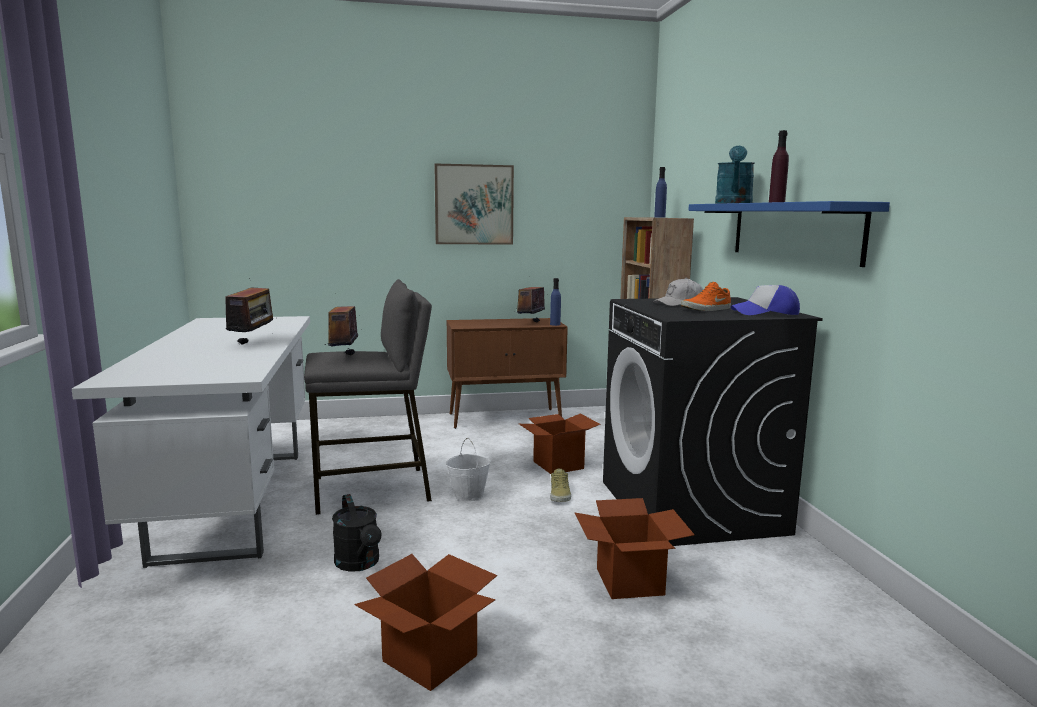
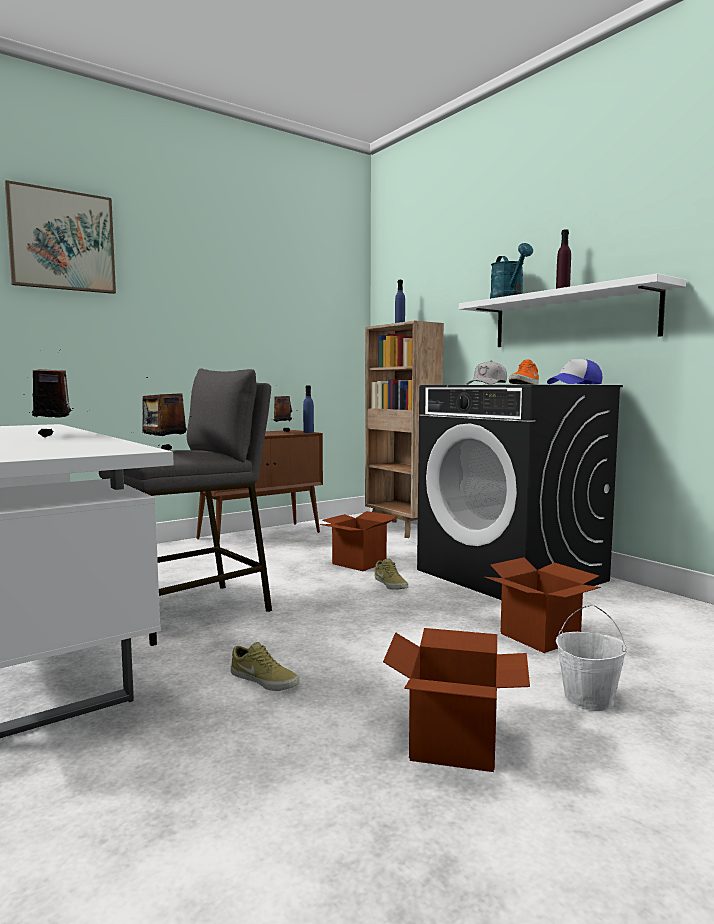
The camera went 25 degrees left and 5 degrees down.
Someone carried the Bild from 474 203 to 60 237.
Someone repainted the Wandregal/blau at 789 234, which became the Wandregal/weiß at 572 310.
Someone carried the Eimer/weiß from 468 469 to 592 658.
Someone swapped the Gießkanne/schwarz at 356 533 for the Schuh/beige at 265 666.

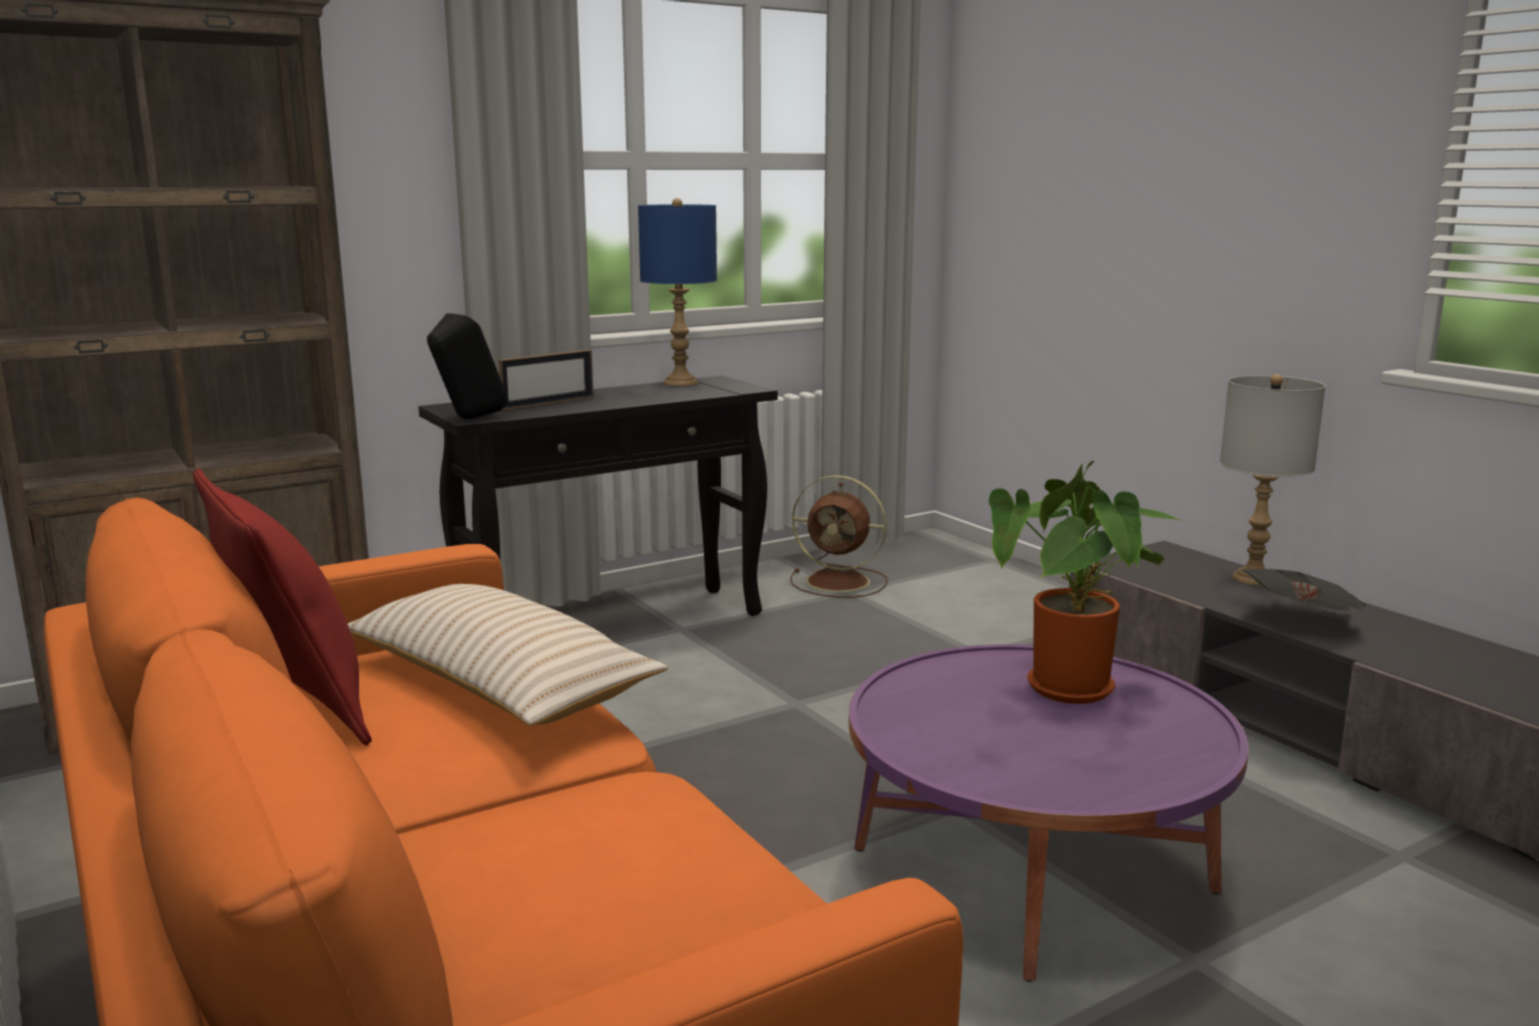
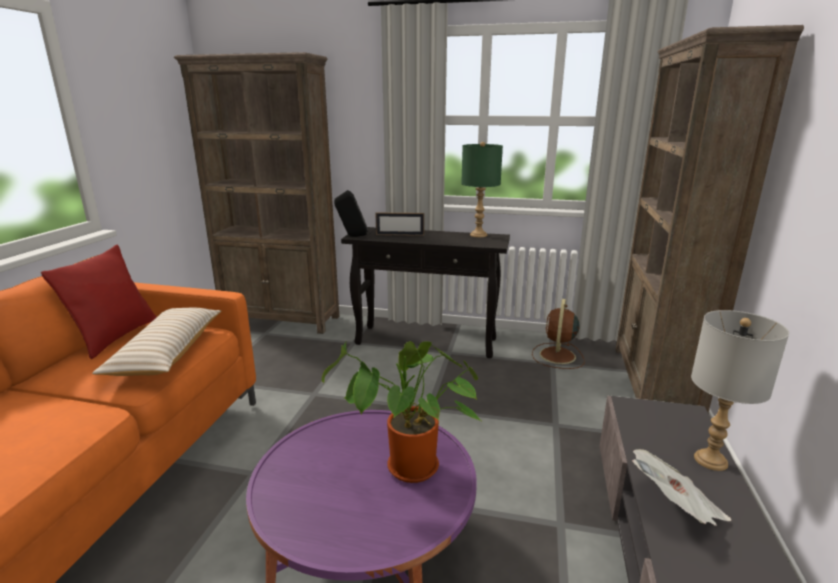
The camera went 45 degrees right and 5 degrees up.
Someone repainted the Tischlampe/blau at 677 292, which became the Tischlampe/grün at 482 189.
Someone rotated the Ventilator/braun at 839 536 by 45 degrees clockwise.
Someone put down the Bücherregal/braun at 709 219.

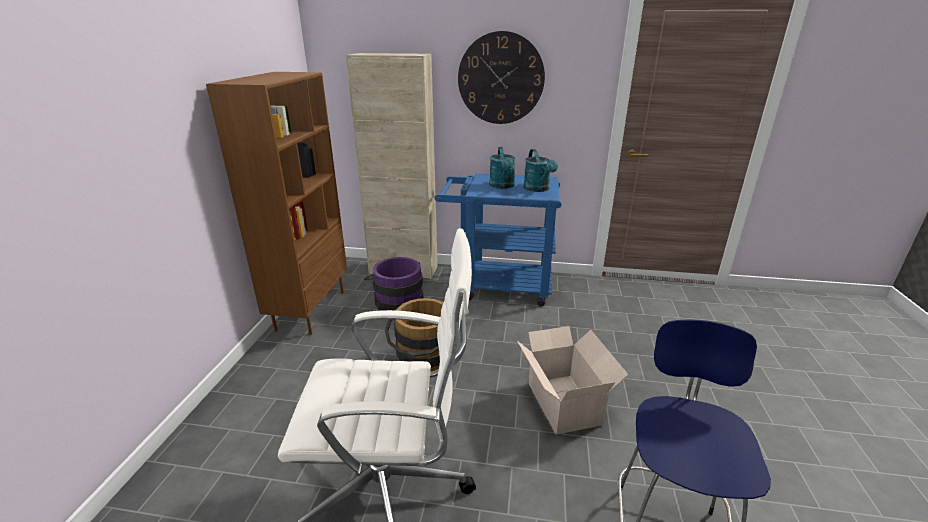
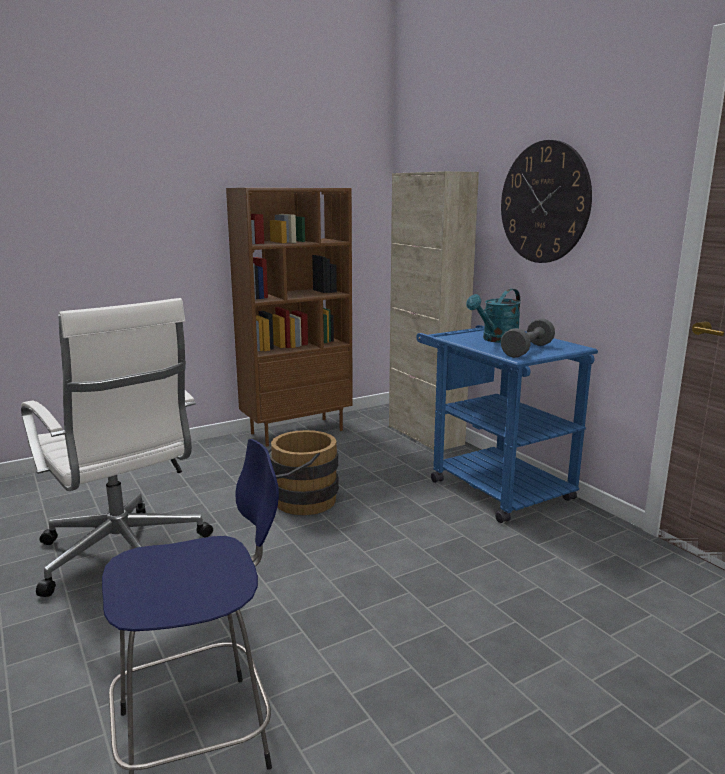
The camera went 50 degrees right and 10 degrees down.
Someone swapped the Gießkanne/türkis at 540 170 for the Hantel/grau at 528 338.
Someone took away the Eimer/lila at 393 288.
Someone took away the Karton at 573 380.

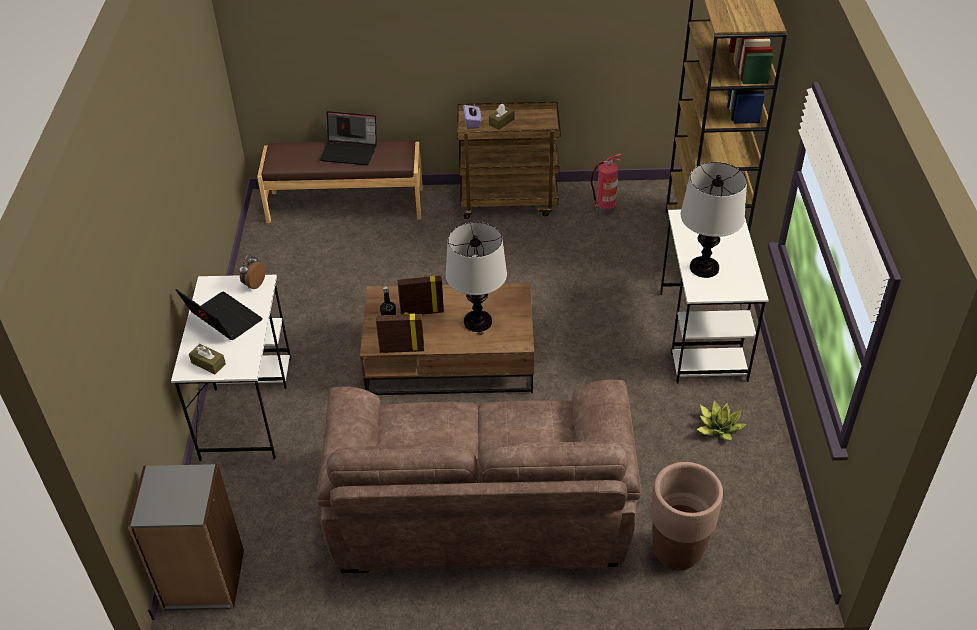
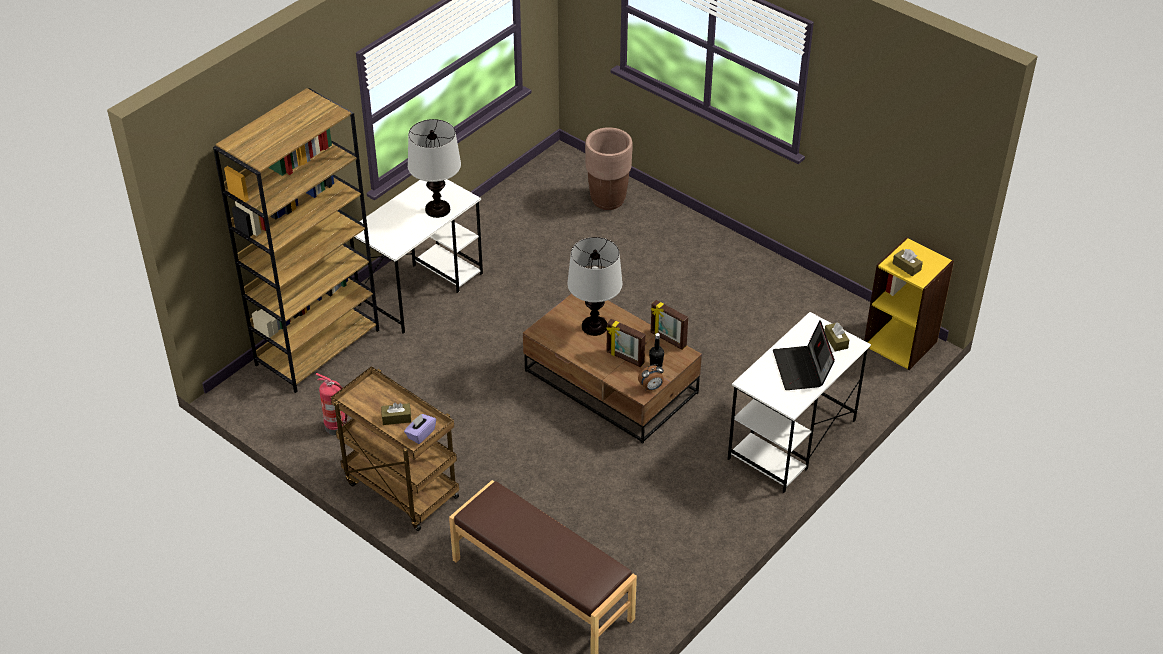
The camera went 140 degrees left and 0 degrees up.
Someone took away the Laptop at 348 138.
Someone carried the Wecker from 252 271 to 651 377.
Someone took away the Sofa/braun at 479 476.
Someone took away the Topfpflanze at 722 421.
Someone repainted the Bücherregal/grau at 185 537, which became the Bücherregal/gelb at 909 303.
Someone put down the Taschentuchbox/braun at 908 262.

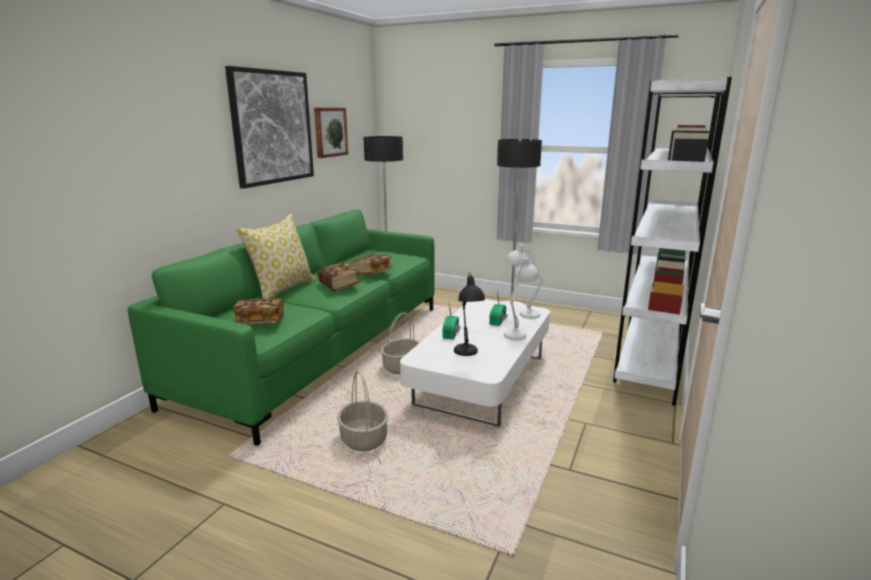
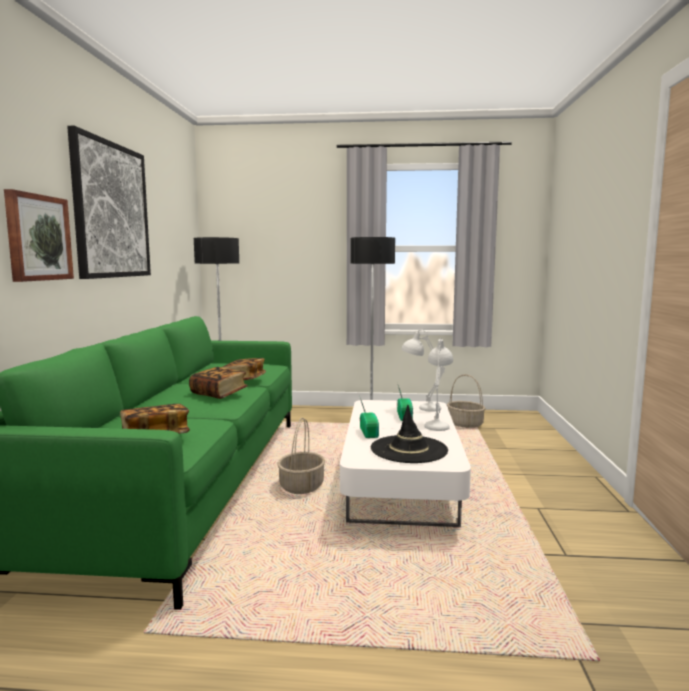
The camera went 20 degrees left and 10 degrees down.
Someone took away the Bücherregal/weiß at 672 241.
Someone carried the Bild from 331 133 to 39 235.
Someone took away the Kissen at 276 256.
Someone swapped the Tischlampe/schwarz at 469 314 for the Hut/schwarz at 409 434.
Someone carried the Korb from 362 411 to 466 401.

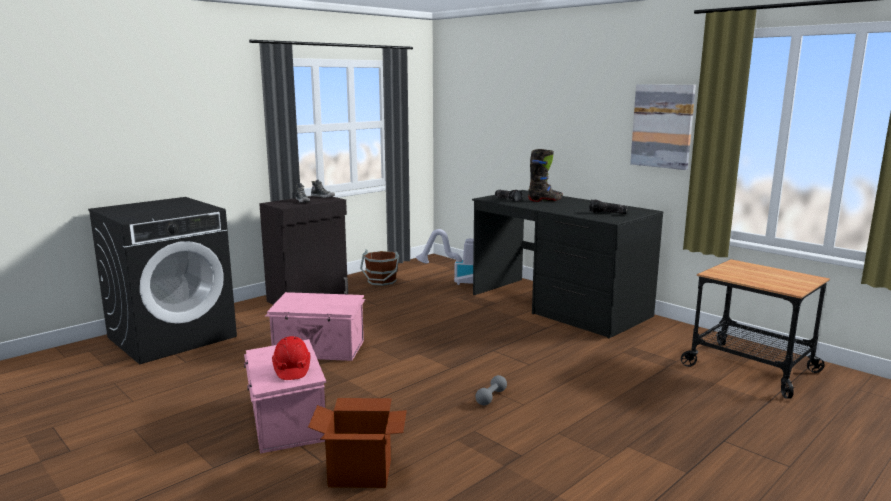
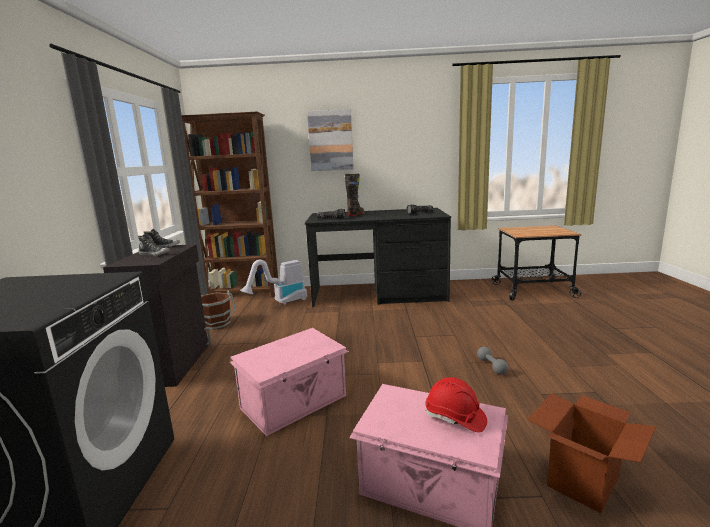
The camera went 45 degrees left and 0 degrees up.
Someone carried the Bild from 663 127 to 330 140.
Someone put down the Bücherregal/braun at 230 204.

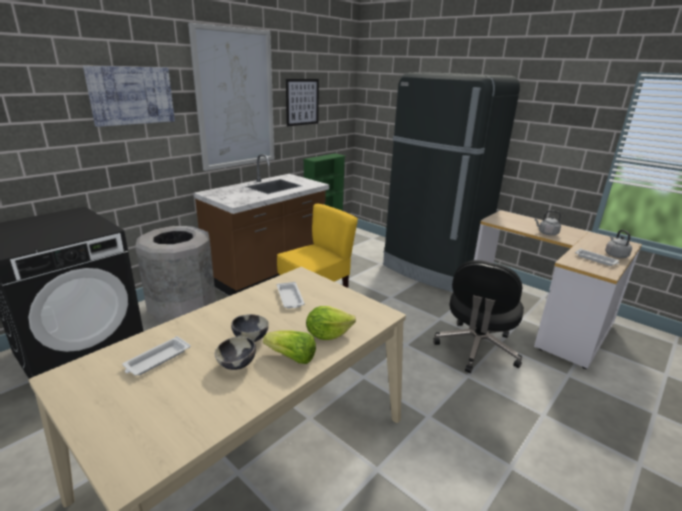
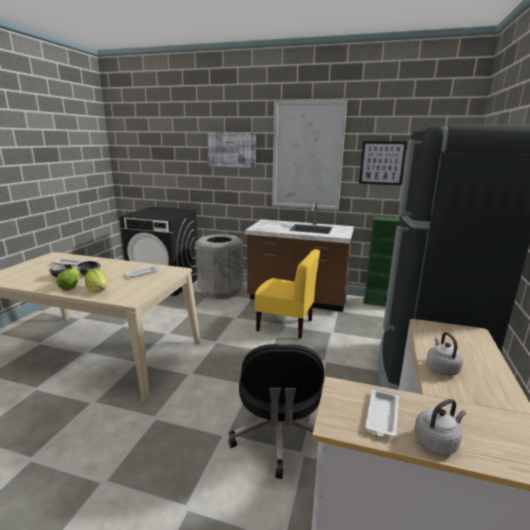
The camera went 65 degrees right and 5 degrees down.
Someone rotated the Bürostuhl/schwarz at 478 316 by 90 degrees counterclockwise.

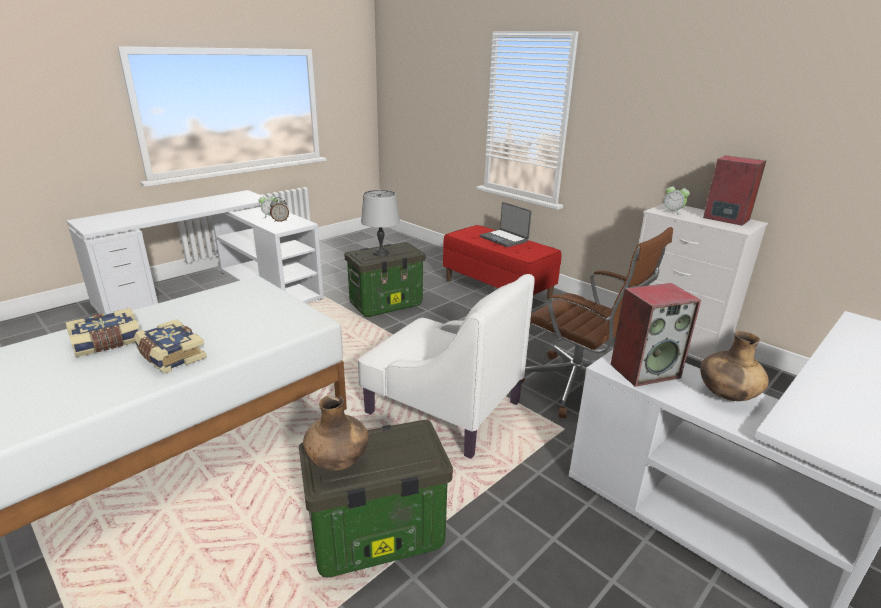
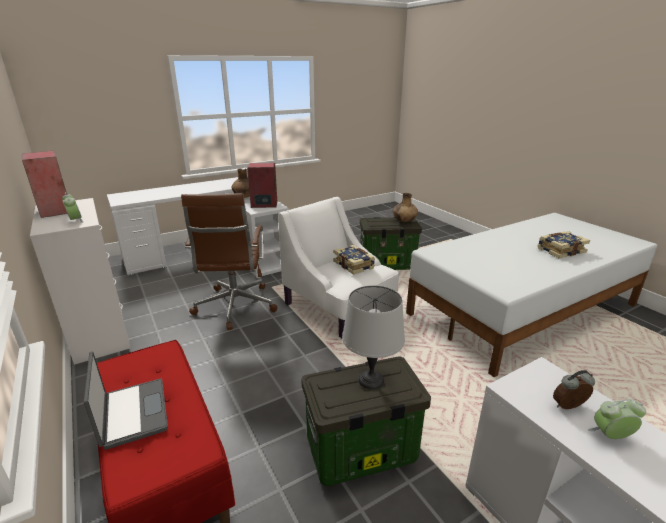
The camera went 165 degrees left and 0 degrees up.
Someone rotated the Bürostuhl/braun at 597 322 by 150 degrees counterclockwise.
Someone carried the Buch from 170 346 to 354 260.

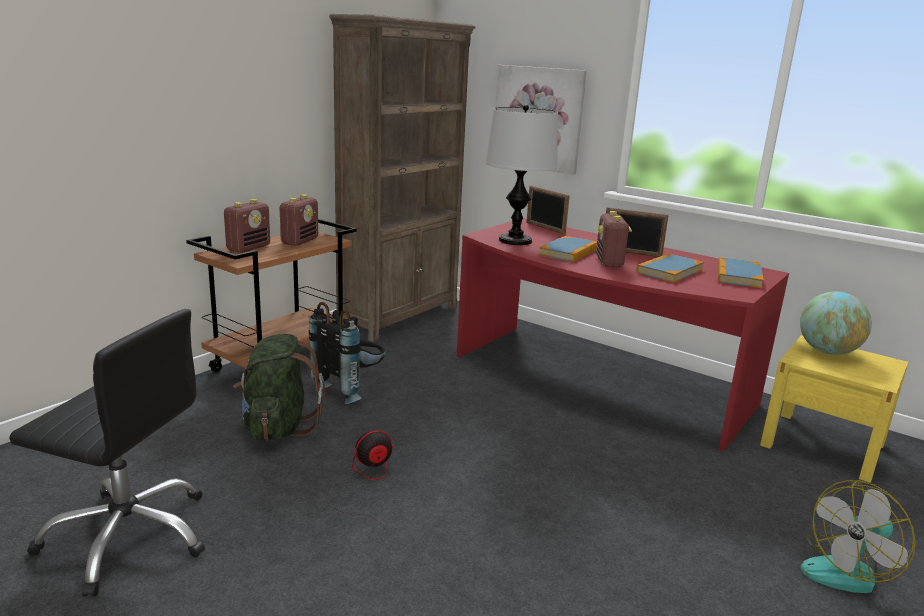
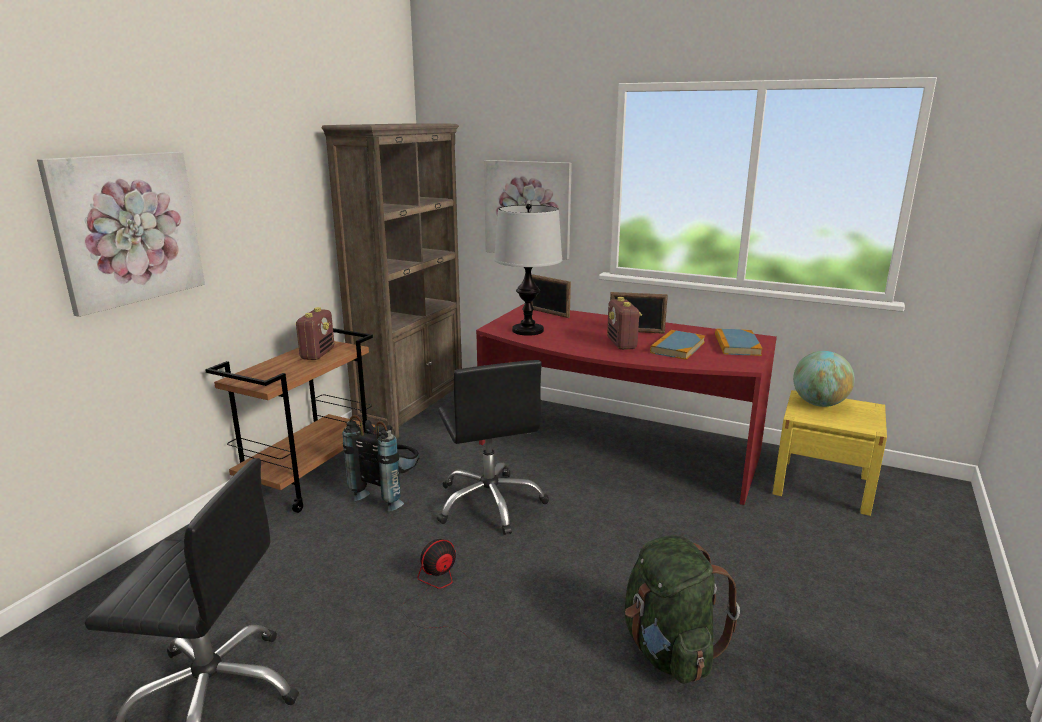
The camera went 10 degrees left and 0 degrees up.
Someone took away the Radio at 247 226.
Someone took away the Buch at 568 249.
Someone carried the Rucksack/grün from 279 387 to 682 609.
Someone took away the Ventilator at 858 536.
Someone put up the Bild at 121 234.
Someone put down the Bürostuhl/schwarz at 493 447.

